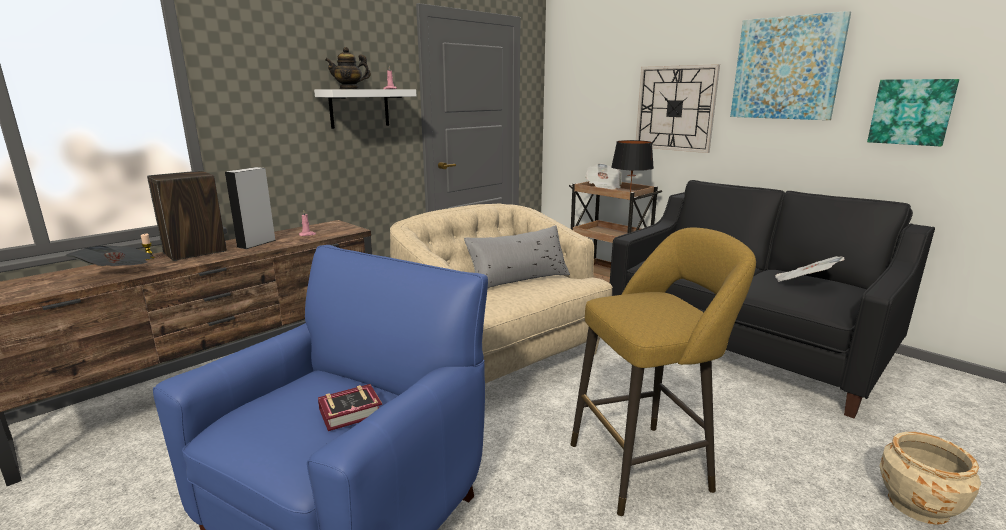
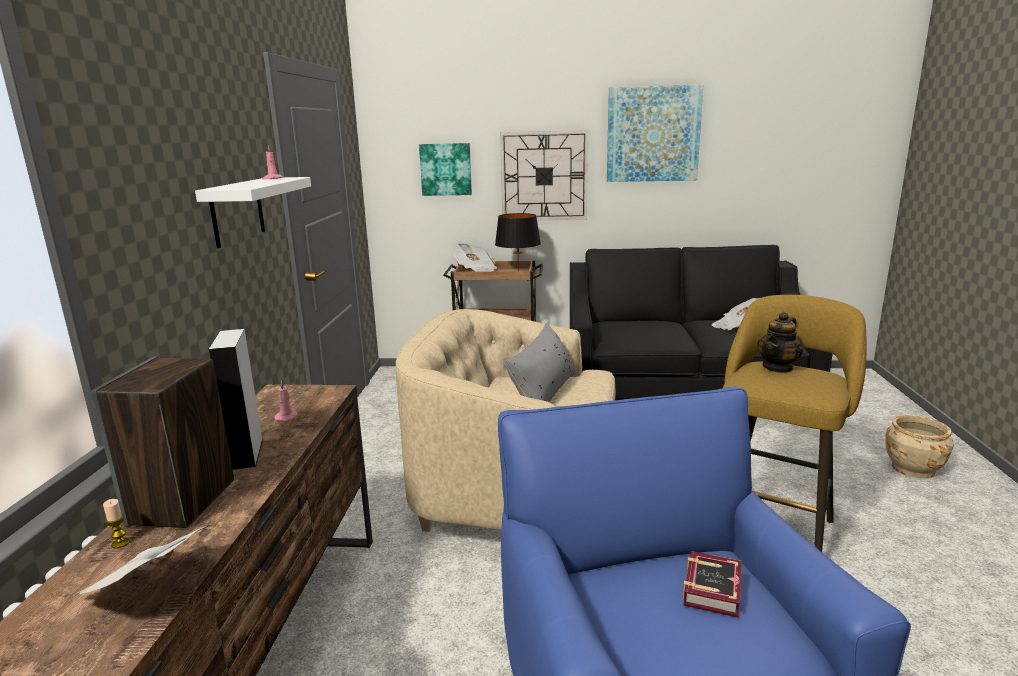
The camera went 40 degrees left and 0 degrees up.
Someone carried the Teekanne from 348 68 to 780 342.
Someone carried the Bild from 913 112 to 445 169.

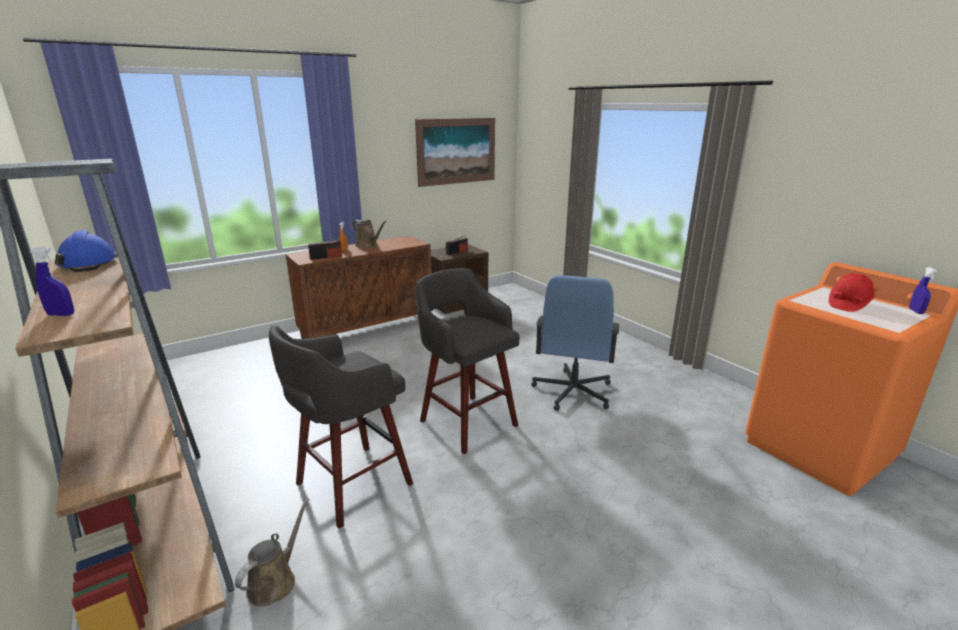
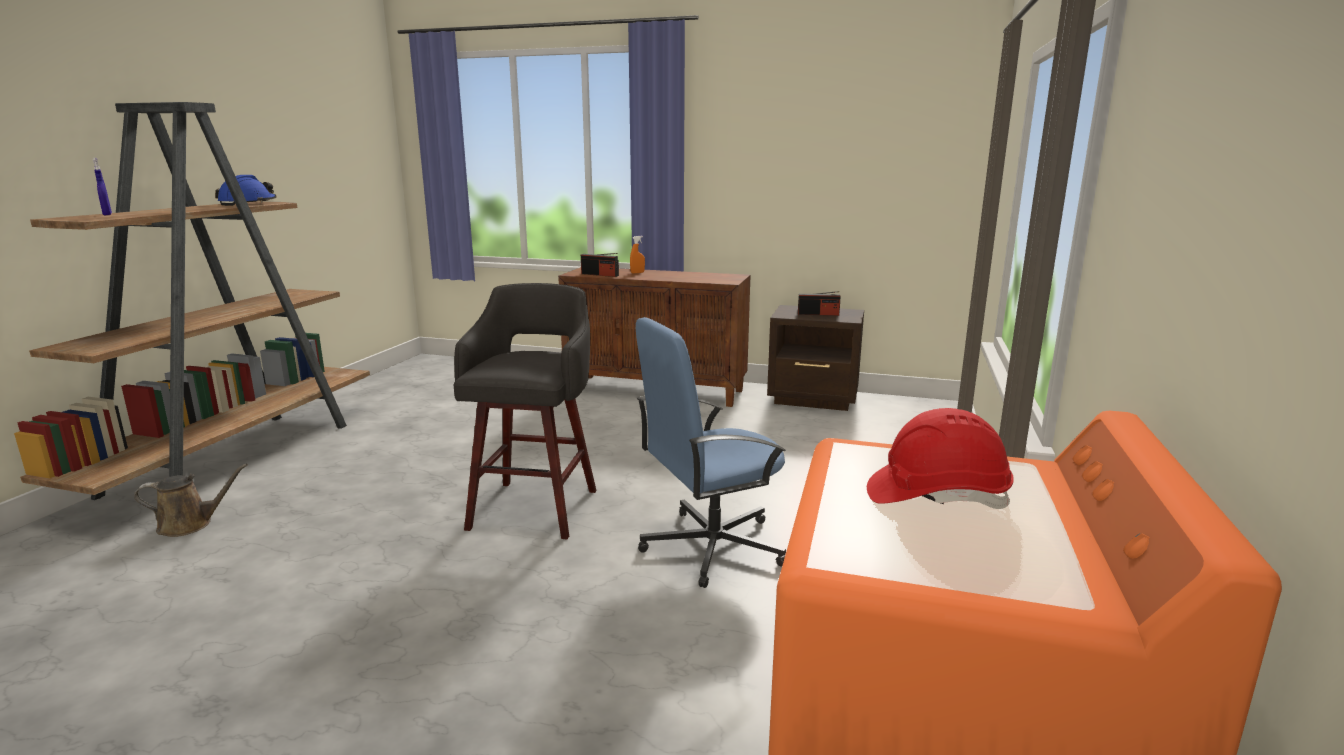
The camera went 50 degrees right and 5 degrees down.
Someone took away the Bild at 455 152.
Someone took away the Gießkanne/braun at 369 233.
Someone took away the Sprühflasche/blau at 923 290.
Someone took away the Hocker/grau at 341 427.

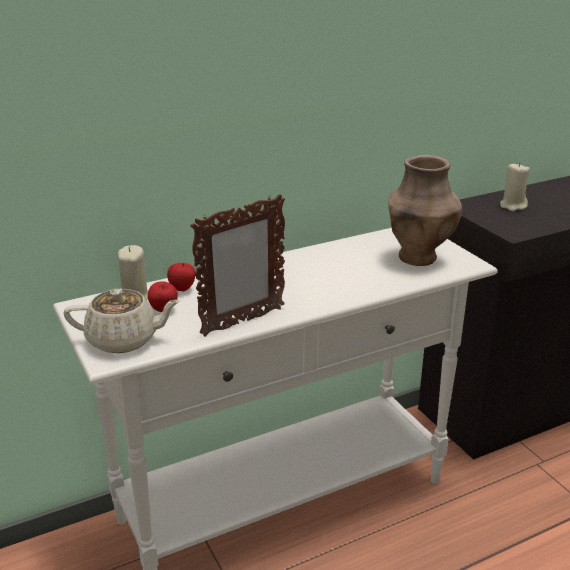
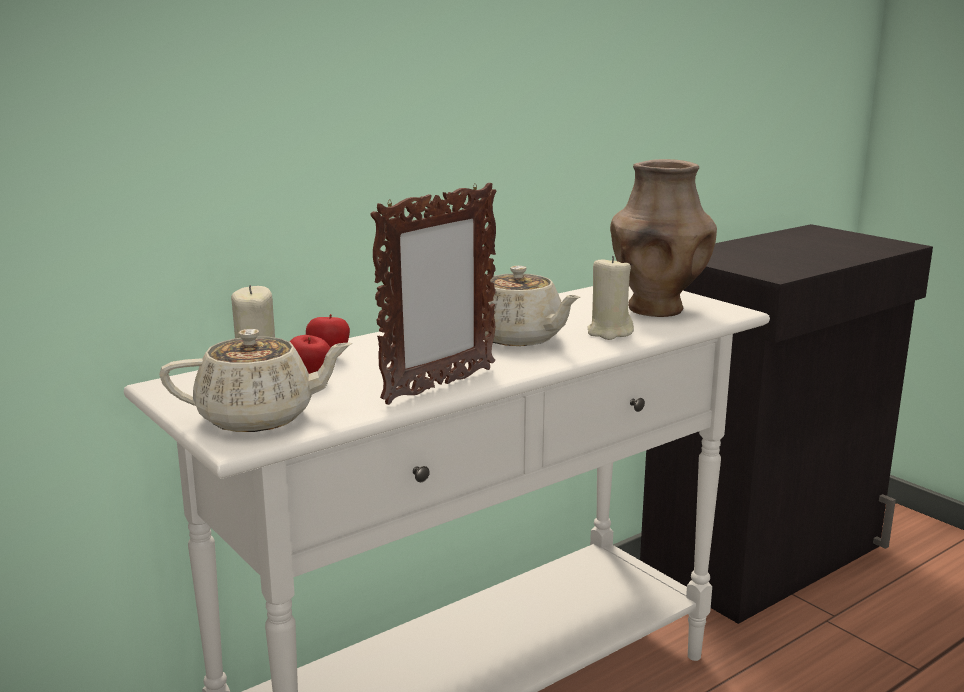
The camera went 10 degrees left and 10 degrees down.
Someone carried the Kerze/beige from 515 186 to 610 298.
Someone put down the Teekanne/beige at 531 306.

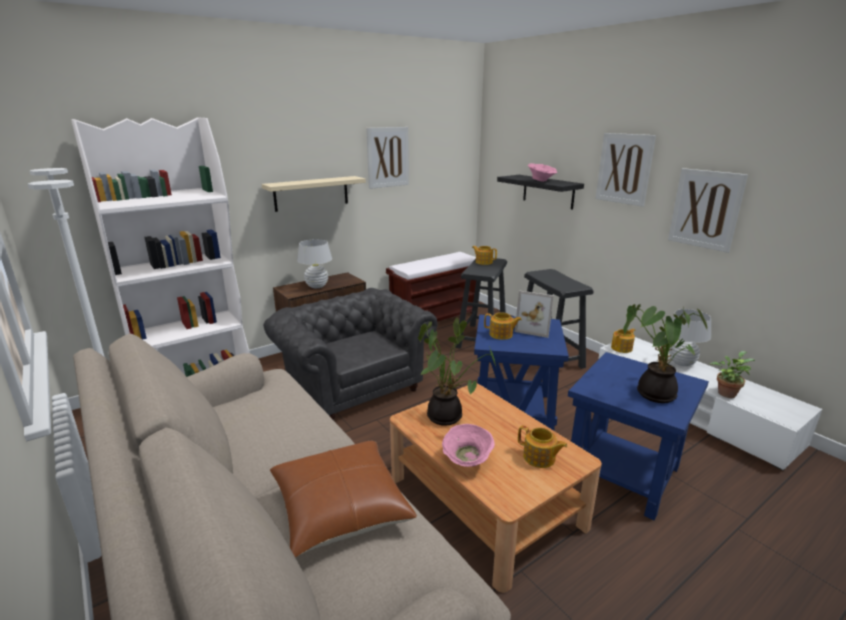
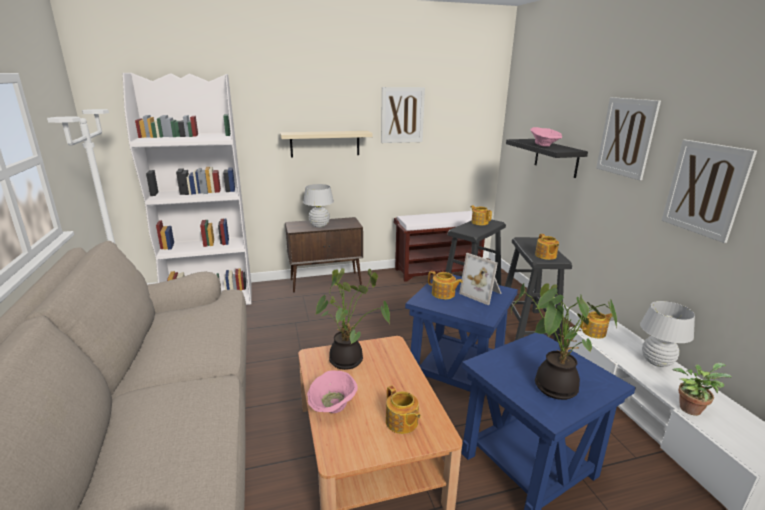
The camera went 20 degrees right and 0 degrees up.
Someone took away the Sessel/grau at 350 354.
Someone took away the Kissen/braun at 343 499.
Someone put down the Teekanne at 547 247.

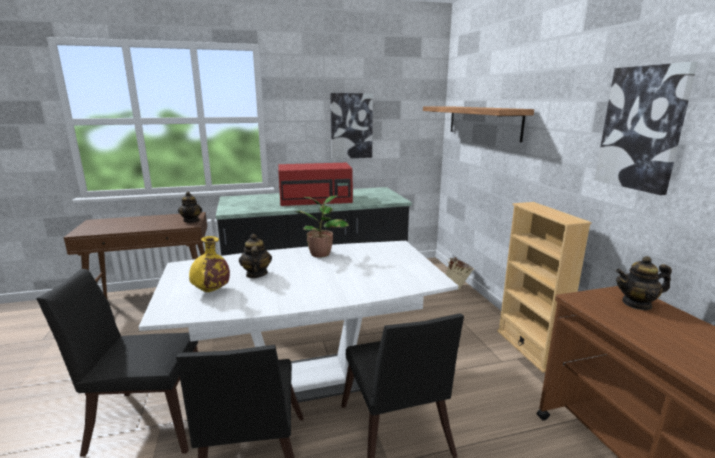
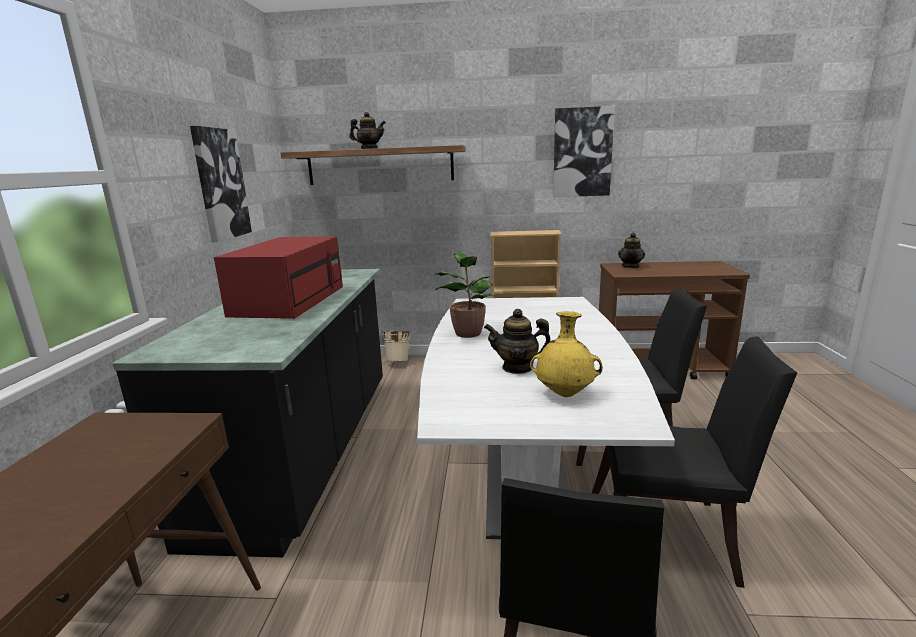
The camera went 70 degrees left and 0 degrees up.
Someone carried the Teekanne from 190 207 to 367 130.

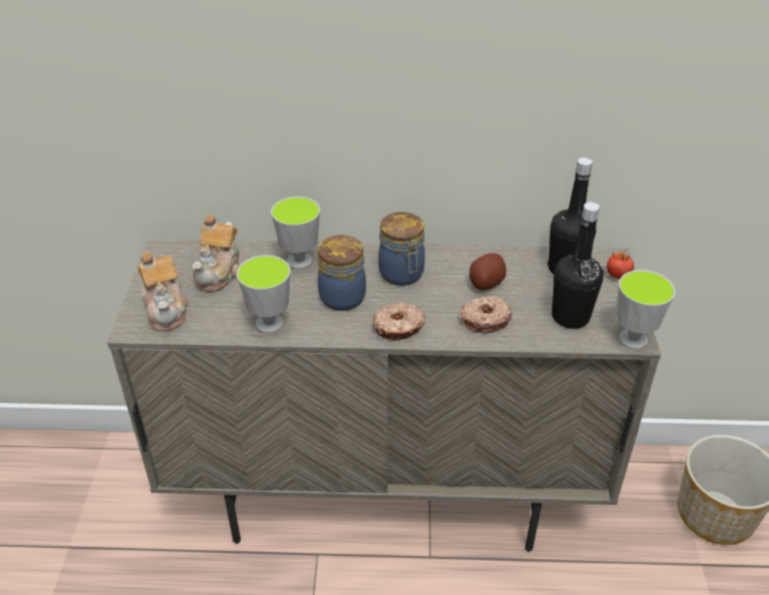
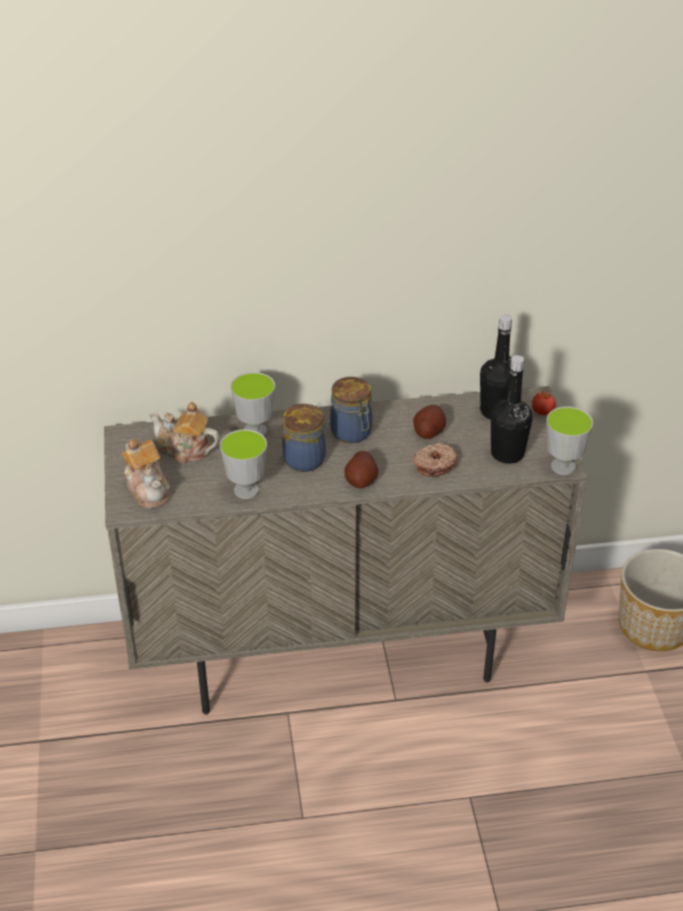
The camera went 10 degrees left and 0 degrees up.
Someone rotated the Teekanne at 216 253 by 105 degrees clockwise.
Someone swapped the Donut at 399 321 for the Kartoffel at 361 469.

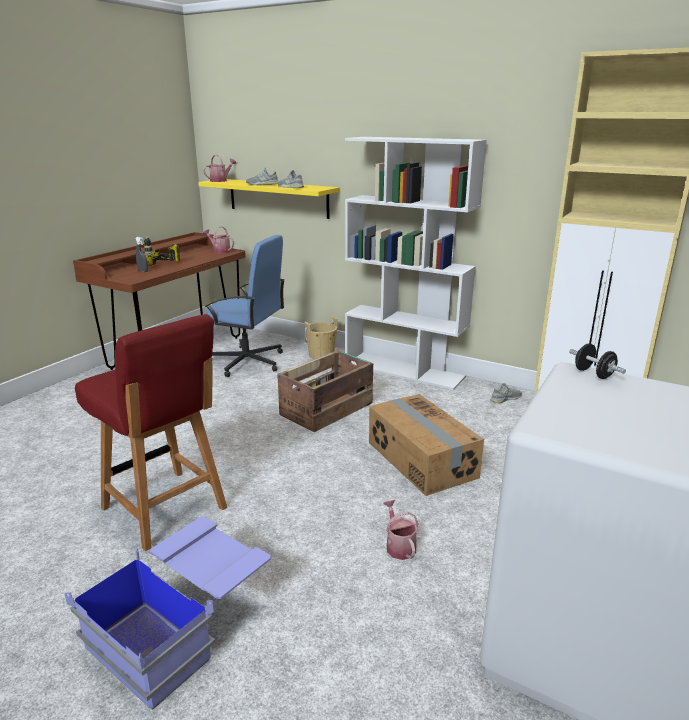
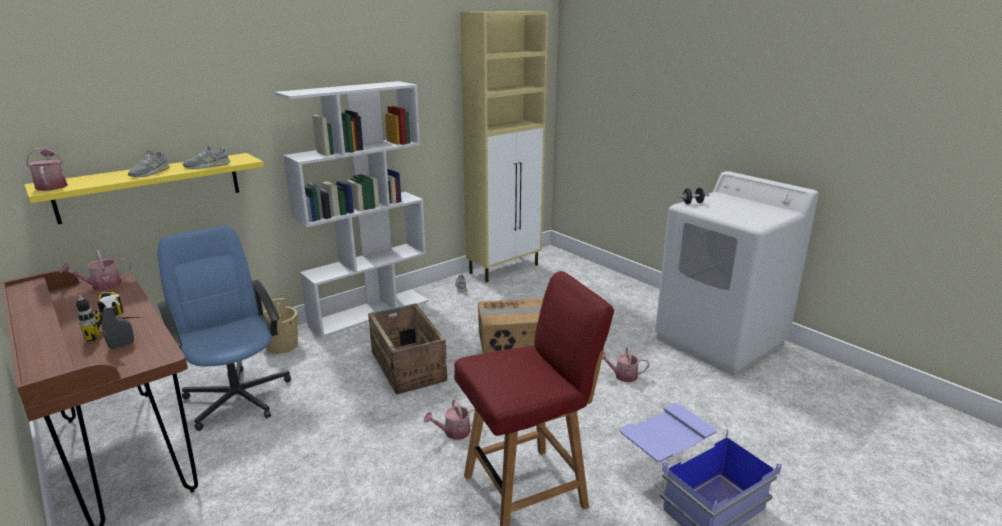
The camera went 70 degrees left and 0 degrees up.
Someone rotated the Bürostuhl/blau at 245 306 by 75 degrees counterclockwise.
Someone put down the Gießkanne at 449 419.

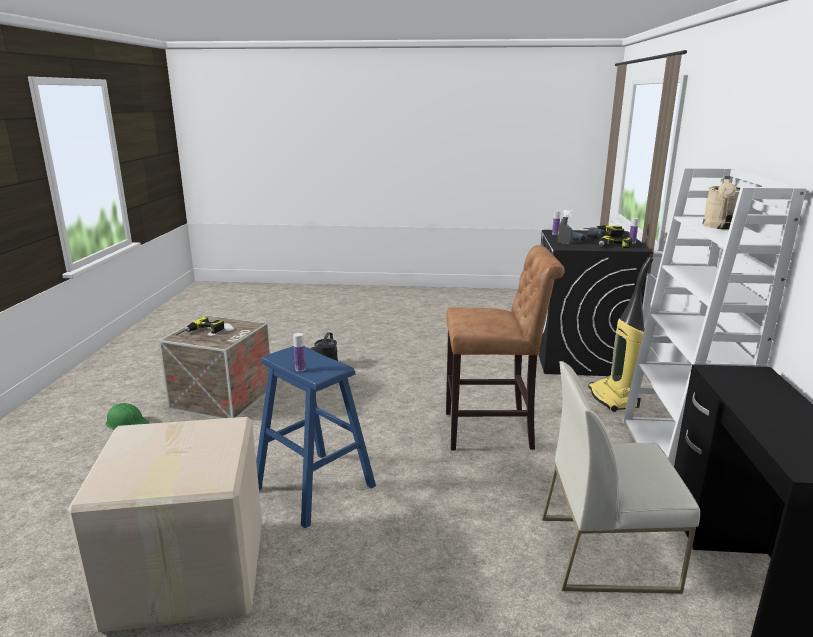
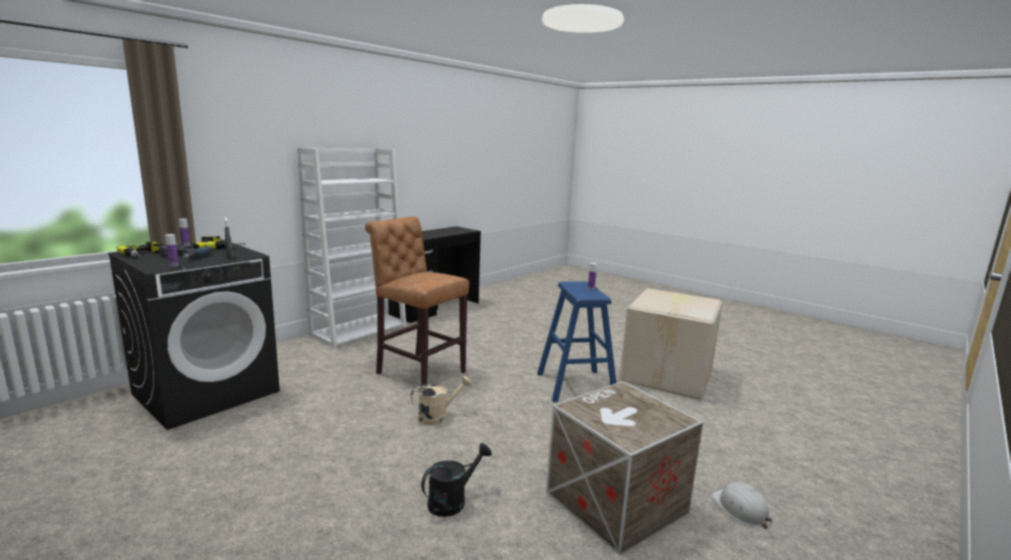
The camera went 145 degrees left and 5 degrees down.
Someone carried the Gießkanne/beige from 721 202 to 441 400.
Someone took away the Staubsauger at 620 334.
Someone took away the Bohrmaschine at 200 326.
Someone took away the Stuhl/weiß at 621 477.
Someone repainted the Schutzhelm/grün at 127 416, which became the Schutzhelm/weiß at 741 505.

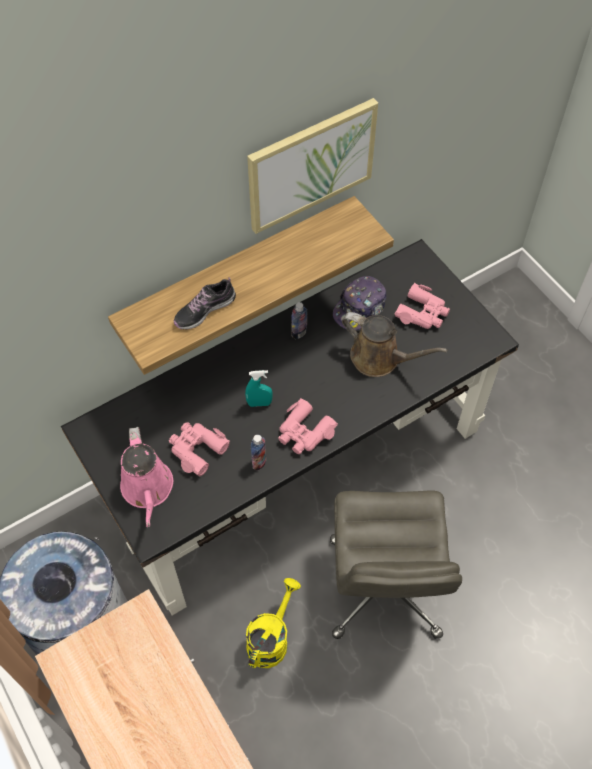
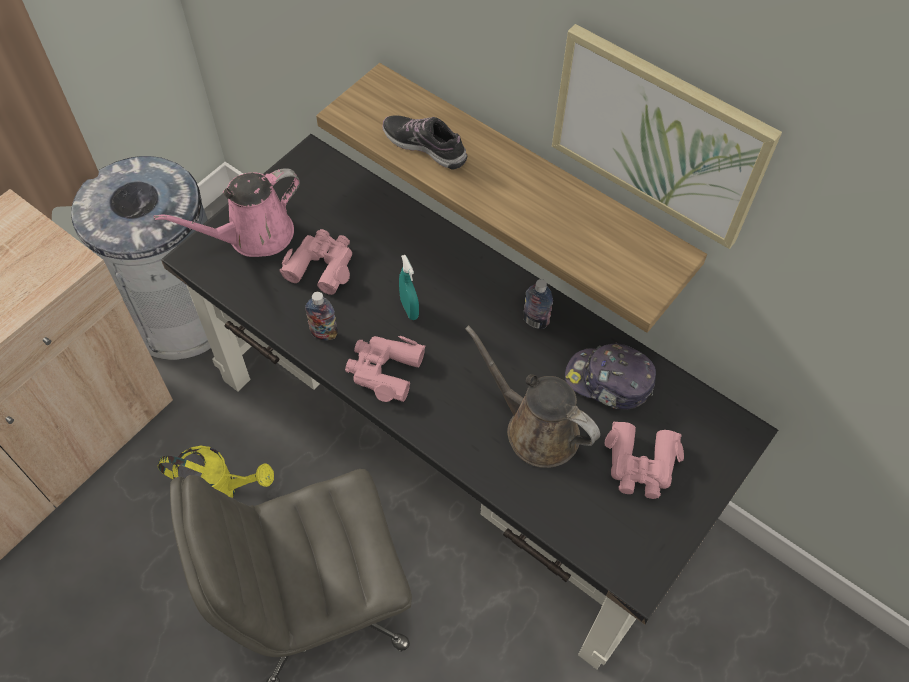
The camera went 70 degrees right and 0 degrees up.
Someone rotated the Gießkanne/braun at 394 344 by 120 degrees clockwise.

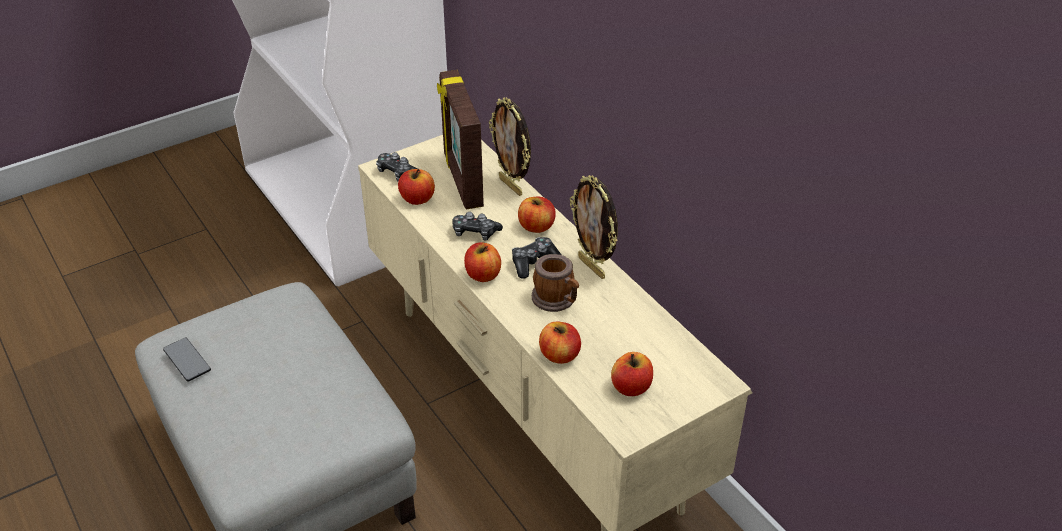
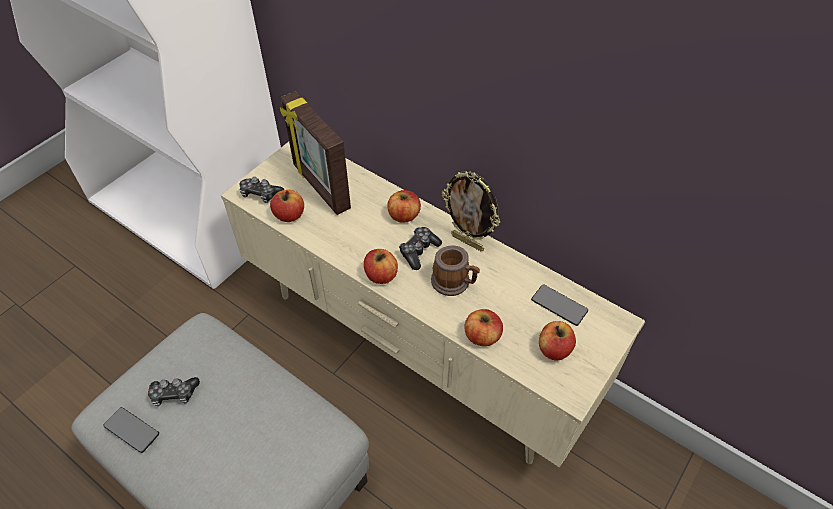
The camera went 20 degrees left and 10 degrees up.
Someone took away the Bilderrahmen at 510 146.
Someone carried the Gamepad from 477 226 to 174 391.
Someone put down the Handy at 559 305.

